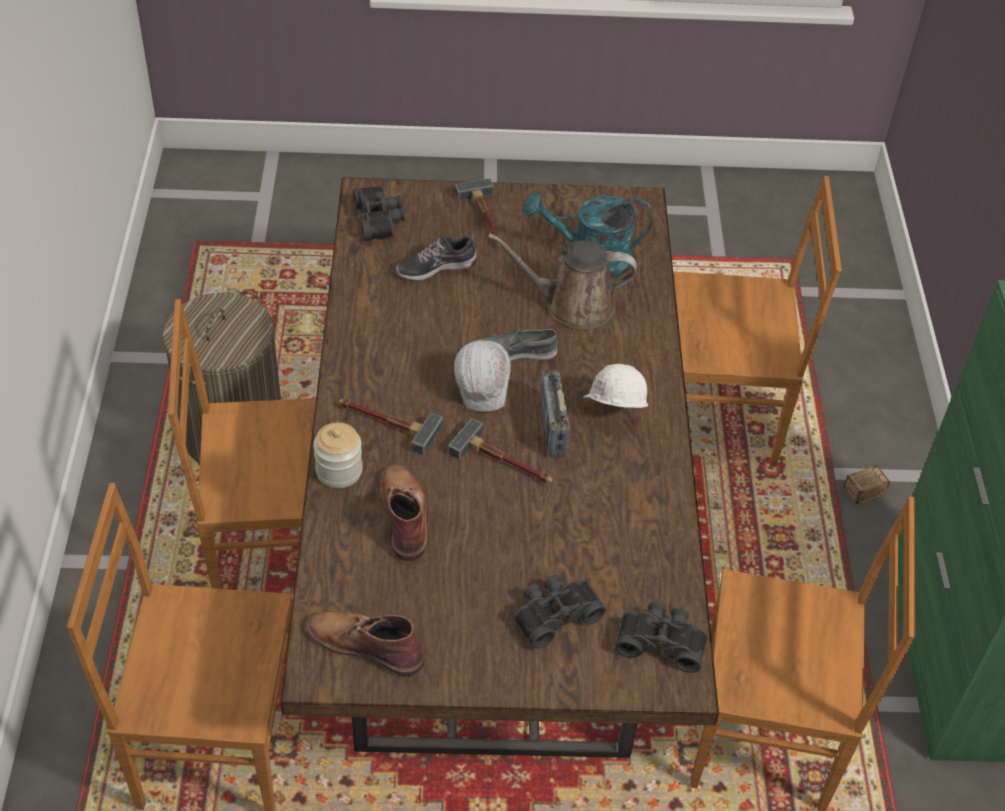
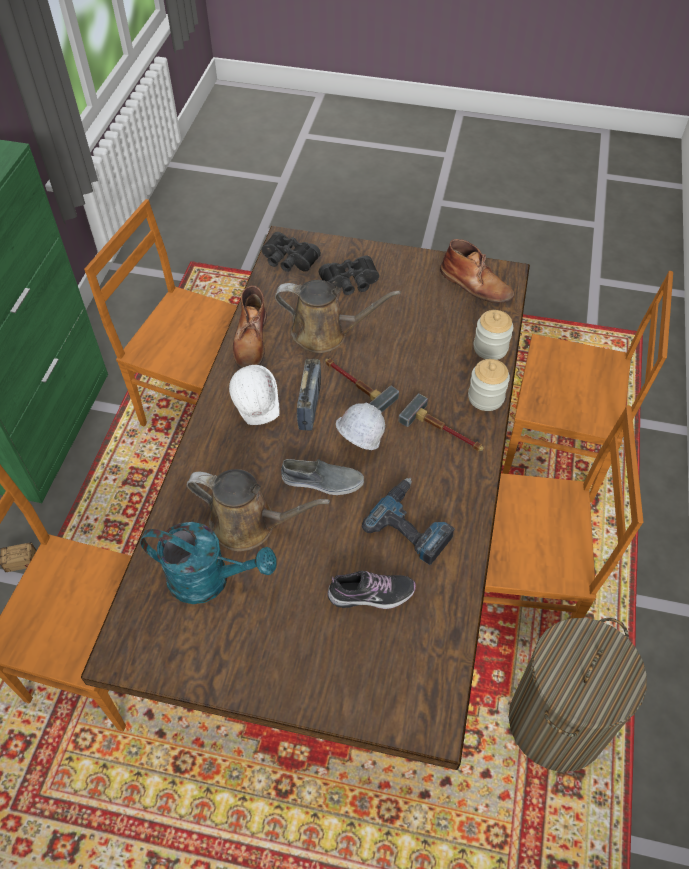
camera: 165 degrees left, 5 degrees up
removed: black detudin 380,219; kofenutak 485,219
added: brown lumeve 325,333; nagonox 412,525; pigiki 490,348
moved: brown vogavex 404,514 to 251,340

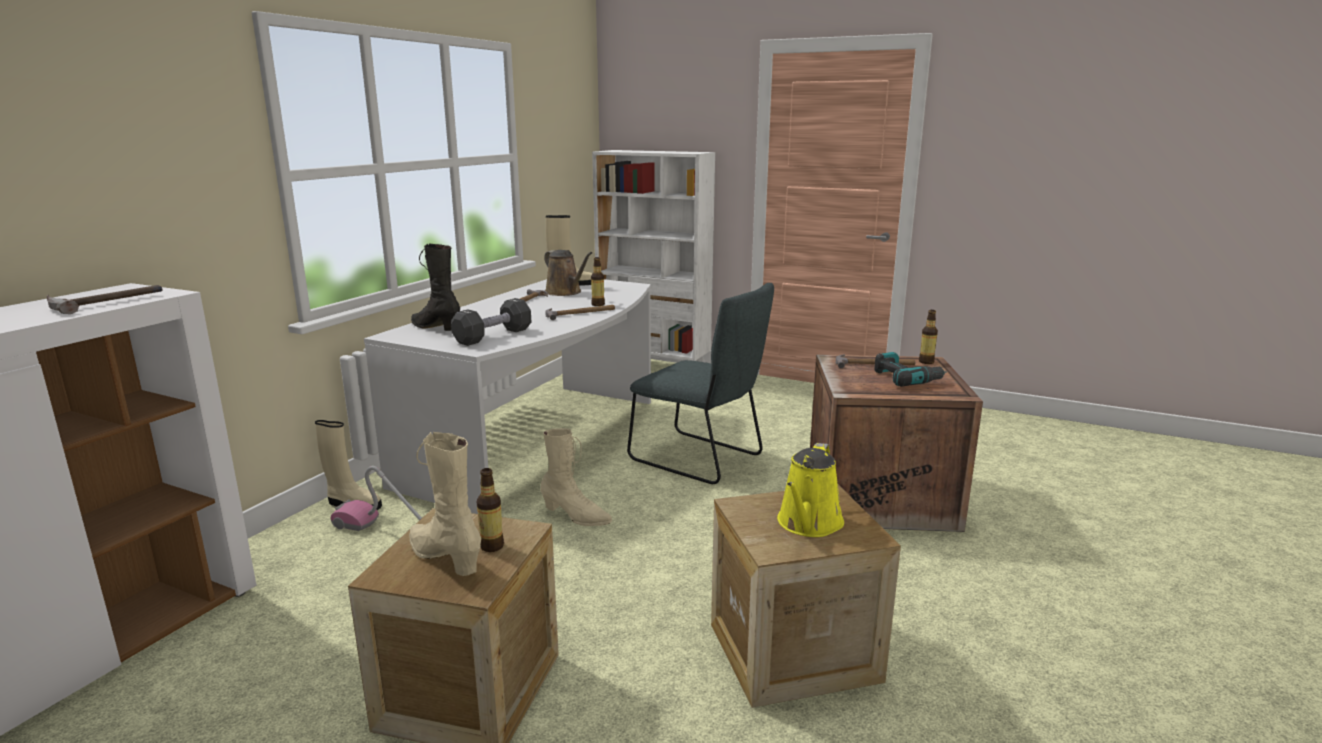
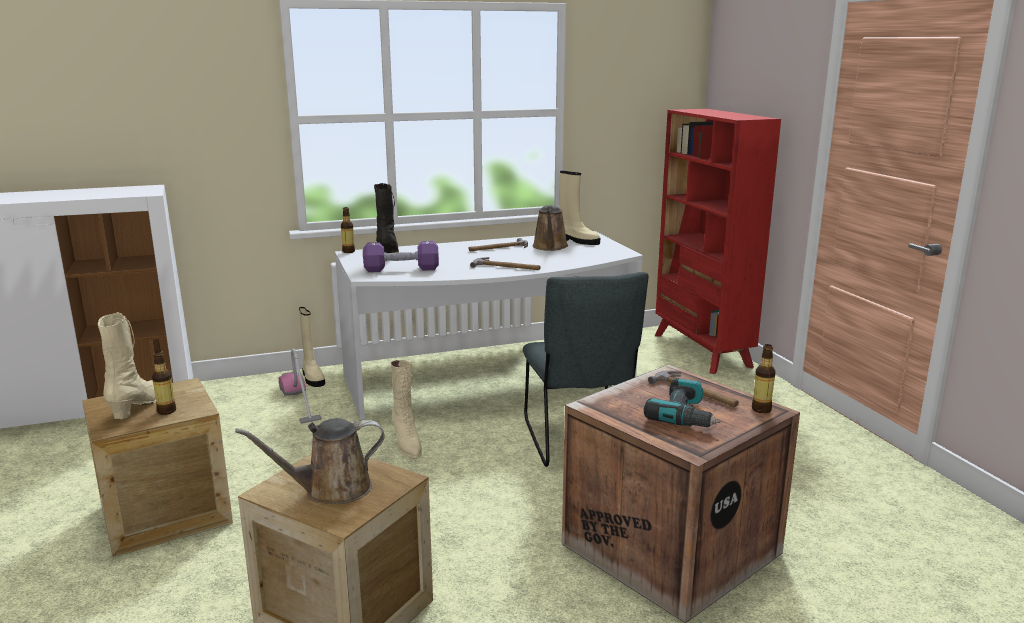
camera: 45 degrees right, 0 degrees up
removed: kofenutak 105,302
moved: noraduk 598,304 to 348,251
recoloured: yellow lumeve 808,524 to brown lumeve 331,490; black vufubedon 493,336 to purple vufubedon 401,269; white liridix 654,368 to red liridix 701,351

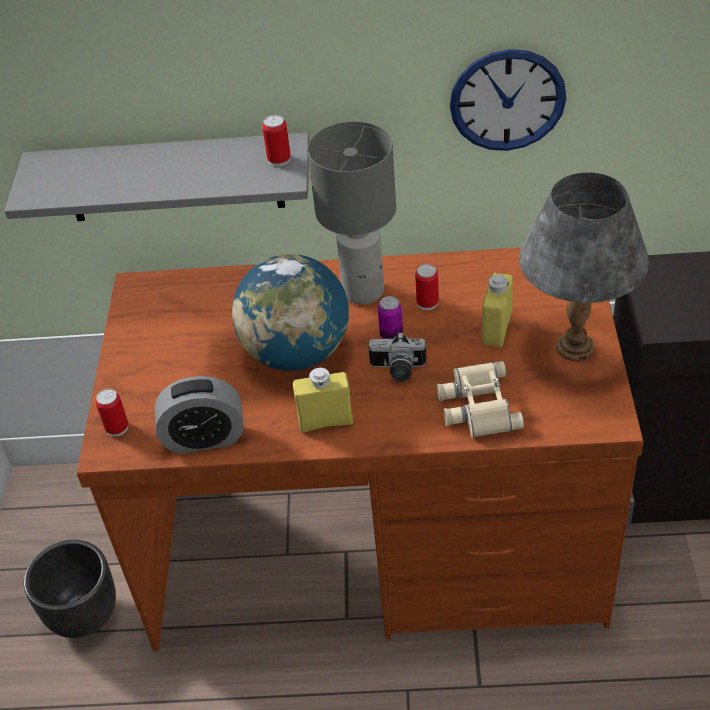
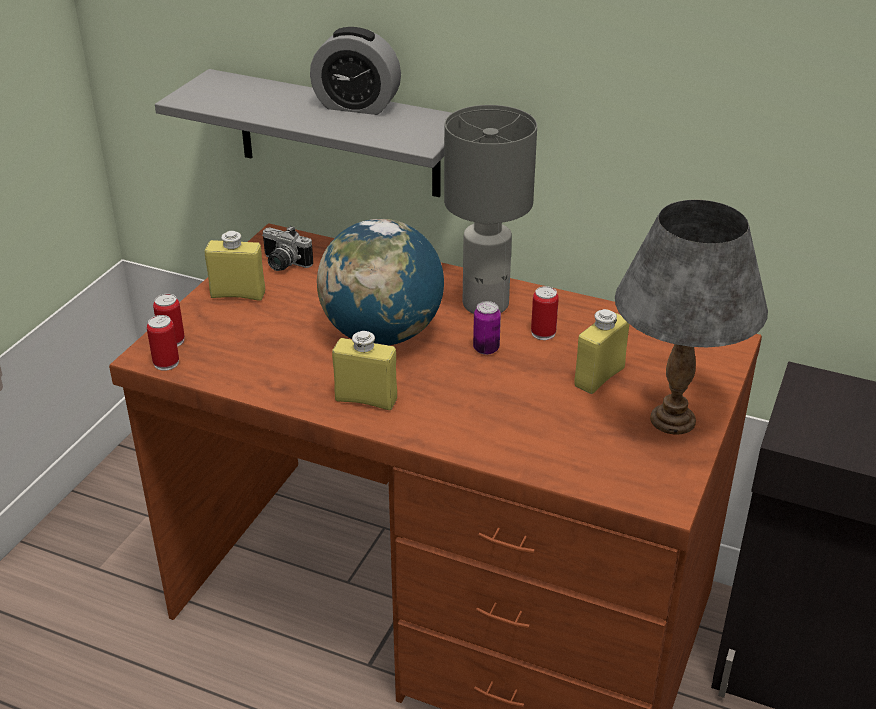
camera: 20 degrees right, 10 degrees down
removed: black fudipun 83,616; beige detudin 476,405; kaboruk 507,100
added: yellow noraduk 238,294
moved: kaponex 279,159 to 166,363; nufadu 397,370 to 283,264; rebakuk 204,438 to 357,106

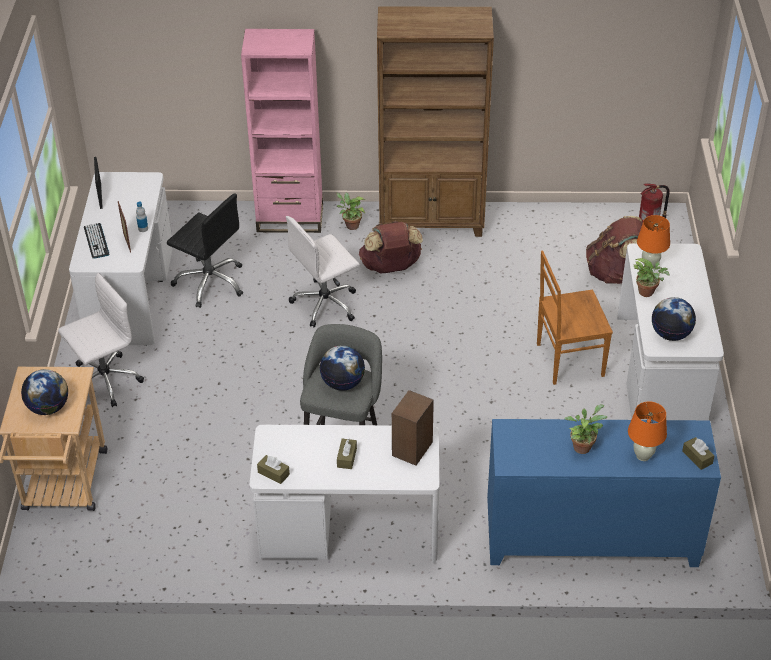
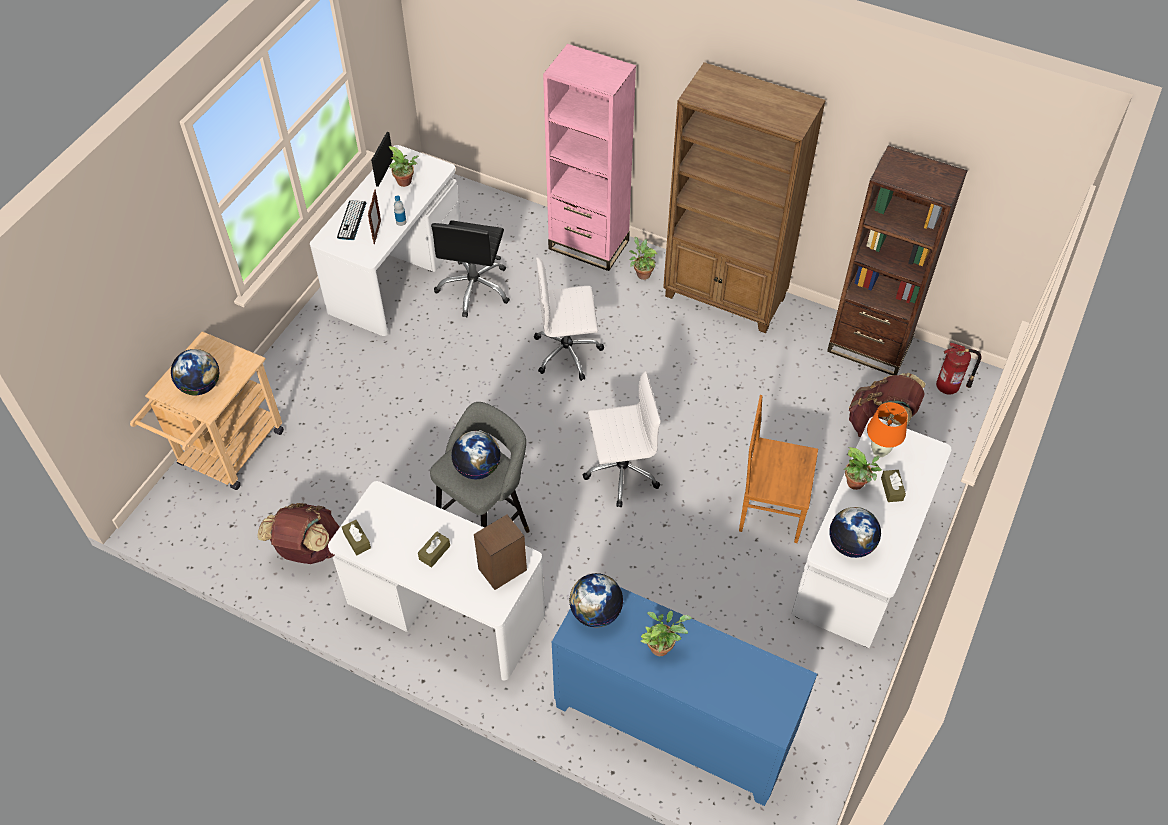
camera: 25 degrees right, 10 degrees up
removed: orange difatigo 643,456
added: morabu 405,183; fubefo 595,612; brown liridix 869,347
moved: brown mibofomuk 390,268 to 308,550; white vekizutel 104,381 to 620,472; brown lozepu 697,457 to 891,489
turned: black vekizutel 210,282 = 474,288 45 degrees clockwise

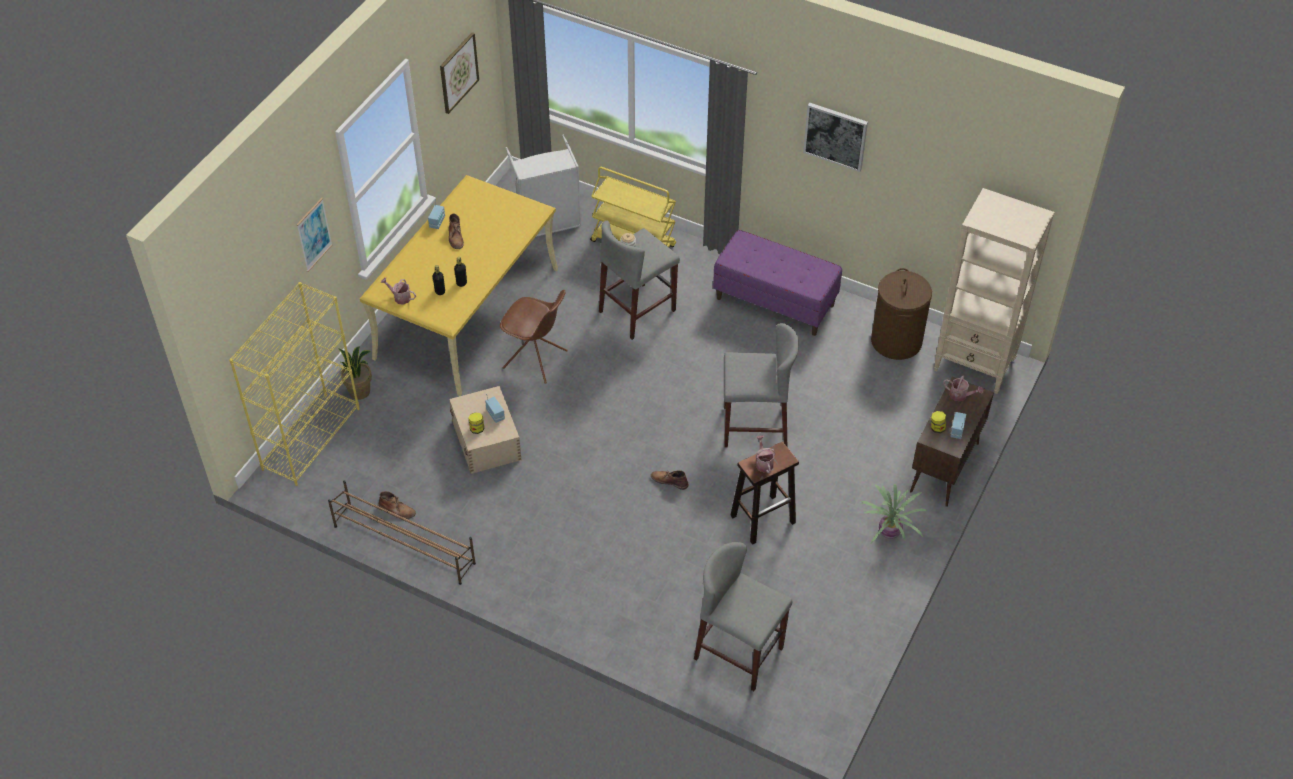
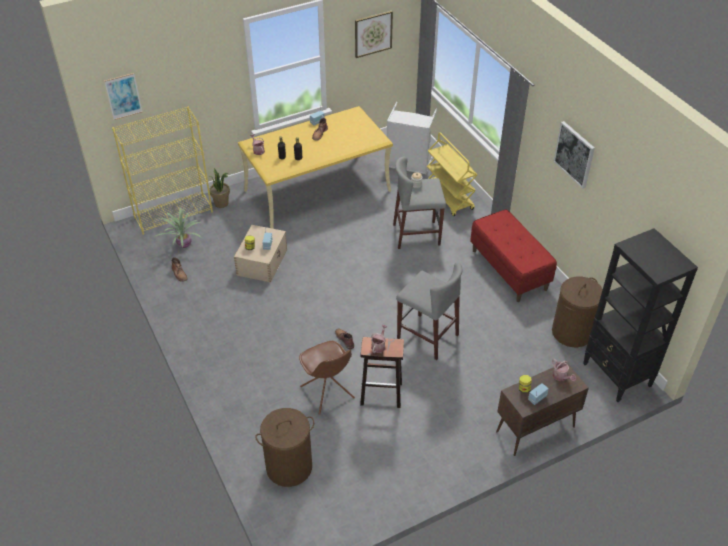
camera: 35 degrees right, 5 degrees down
removed: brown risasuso 404,544
moved: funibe 314,234 to 123,96; morabu 888,532 to 183,244; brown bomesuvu 536,360 to 327,393
replaced: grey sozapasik 739,653 to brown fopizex 289,467
recoloured: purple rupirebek 775,301 to red rupirebek 509,270; beige liridix 975,365 to black liridix 617,375

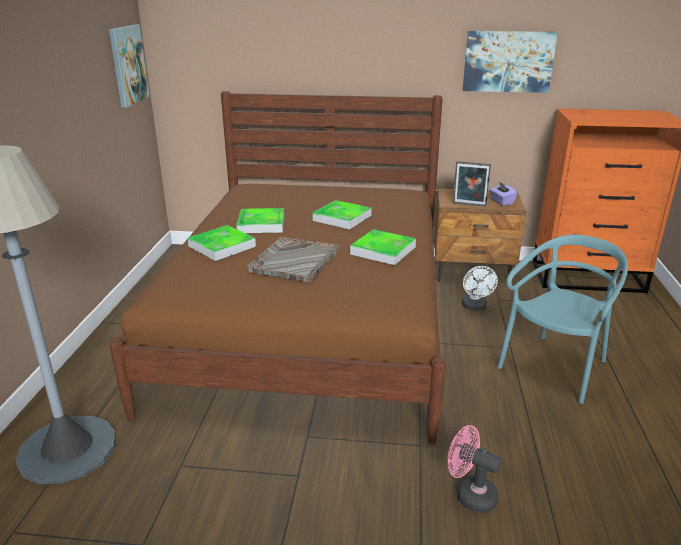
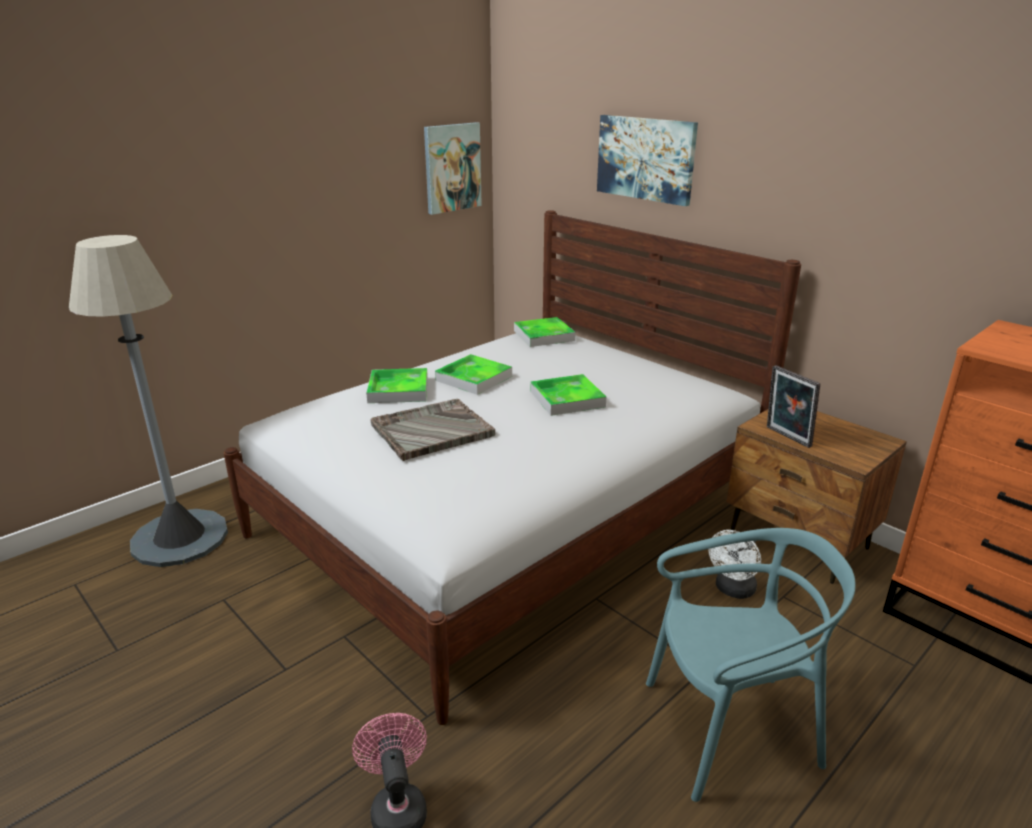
camera: 40 degrees right, 0 degrees up
removed: purple lozepu 501,202
moved: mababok 383,250 to 544,335; funibe 508,61 to 645,158
recoloured: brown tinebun 310,322 to white tinebun 510,517

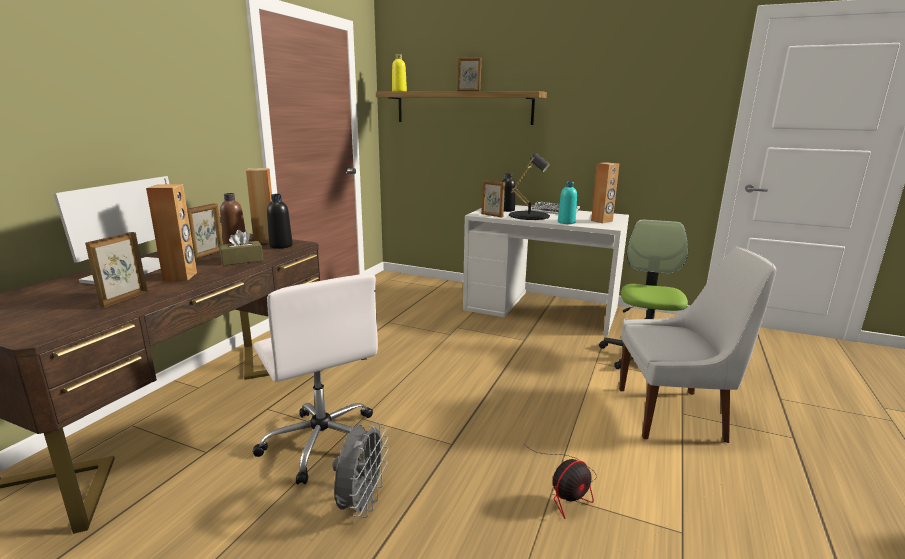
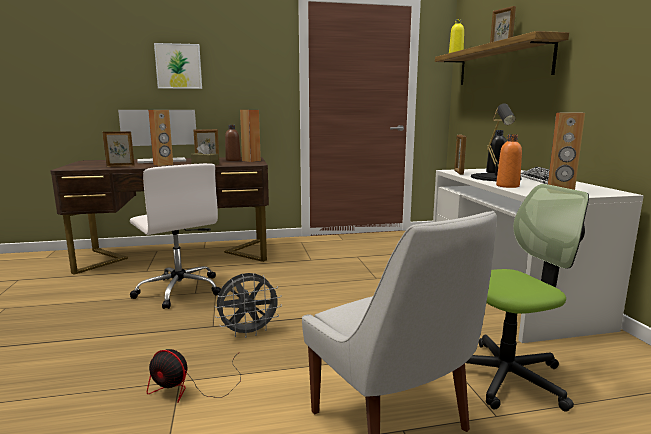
camera: 55 degrees right, 5 degrees down
removed: black noraduk 281,246
added: funibe 178,66
moved: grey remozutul 361,503 to 249,332
recoloured: turquoise noraduk 566,222 to orange noraduk 507,186
turned: white vekizutel 322,441 = 179,290 60 degrees counterclockwise

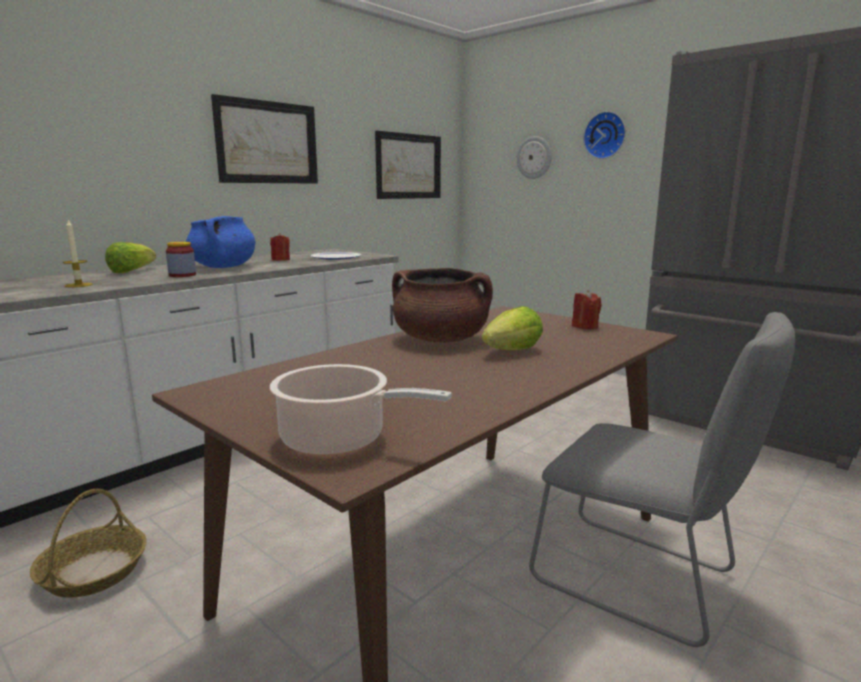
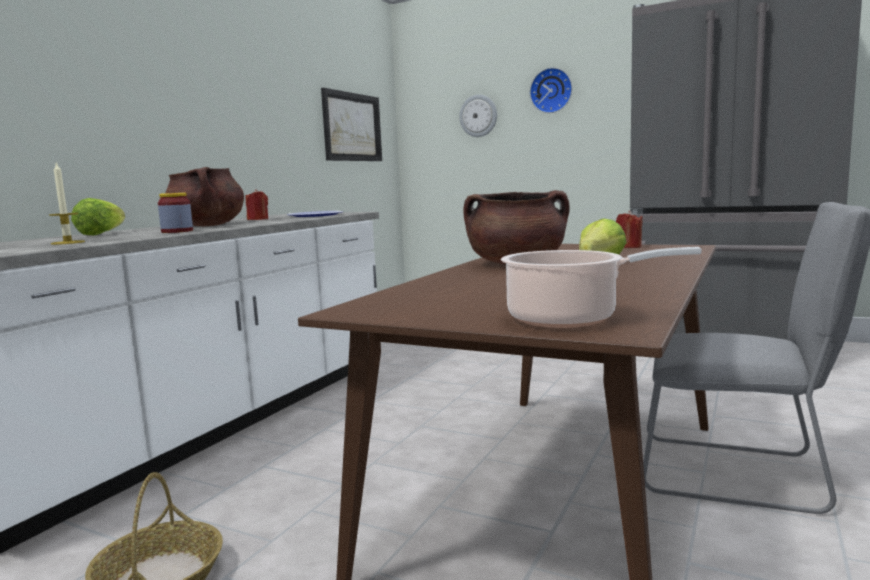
camera: 15 degrees left, 5 degrees down
removed: funibe 267,142
recoloured: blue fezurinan 223,267 to brown fezurinan 207,226

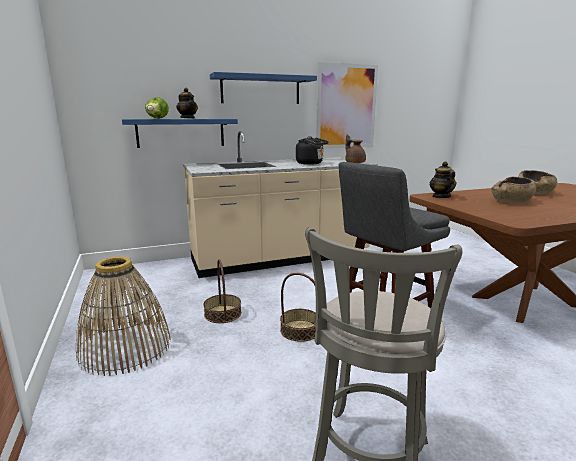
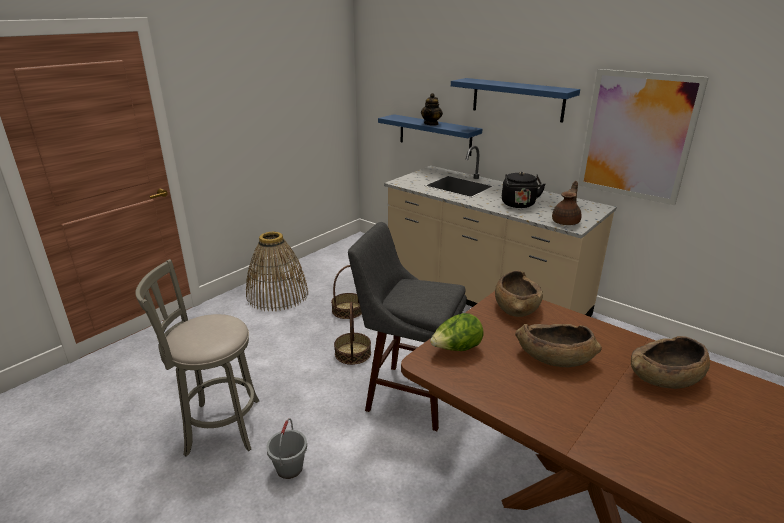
camera: 60 degrees right, 10 degrees up
added: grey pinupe 289,468
moved: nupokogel 157,118 to 456,349
replaced: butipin 441,197 to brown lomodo 516,306

